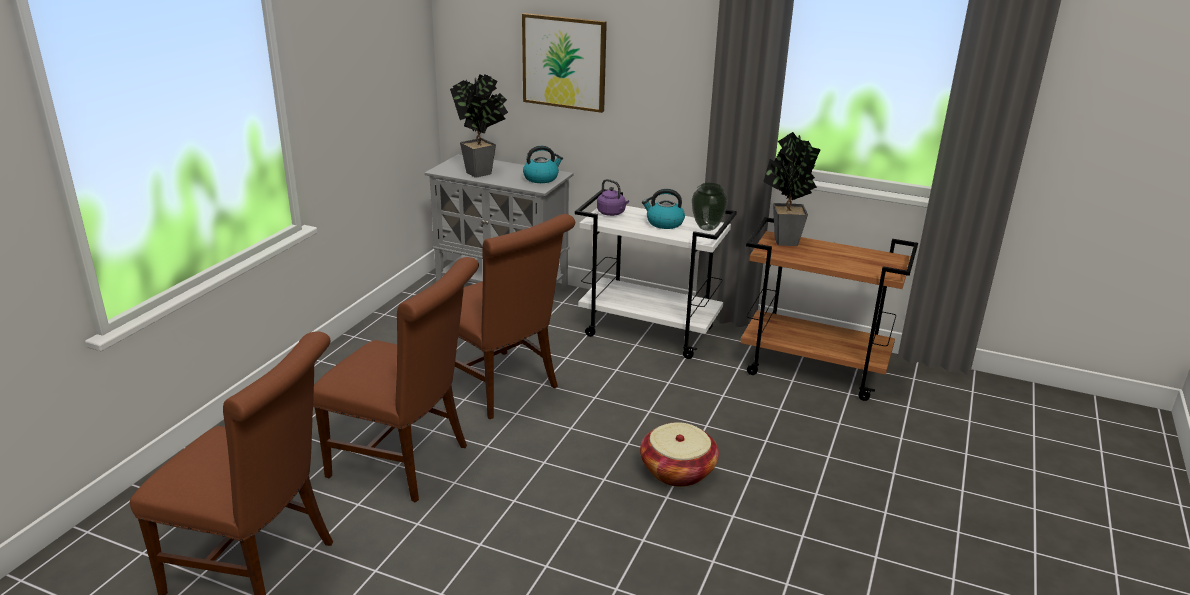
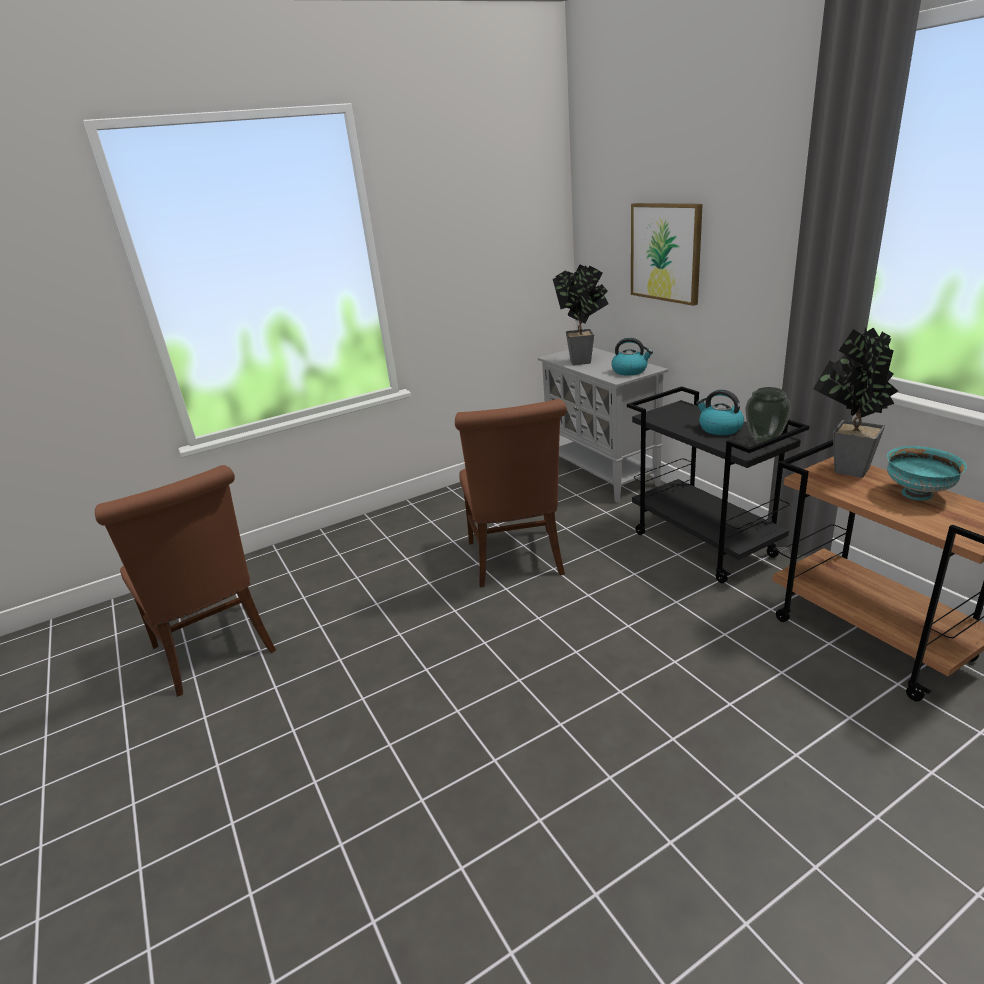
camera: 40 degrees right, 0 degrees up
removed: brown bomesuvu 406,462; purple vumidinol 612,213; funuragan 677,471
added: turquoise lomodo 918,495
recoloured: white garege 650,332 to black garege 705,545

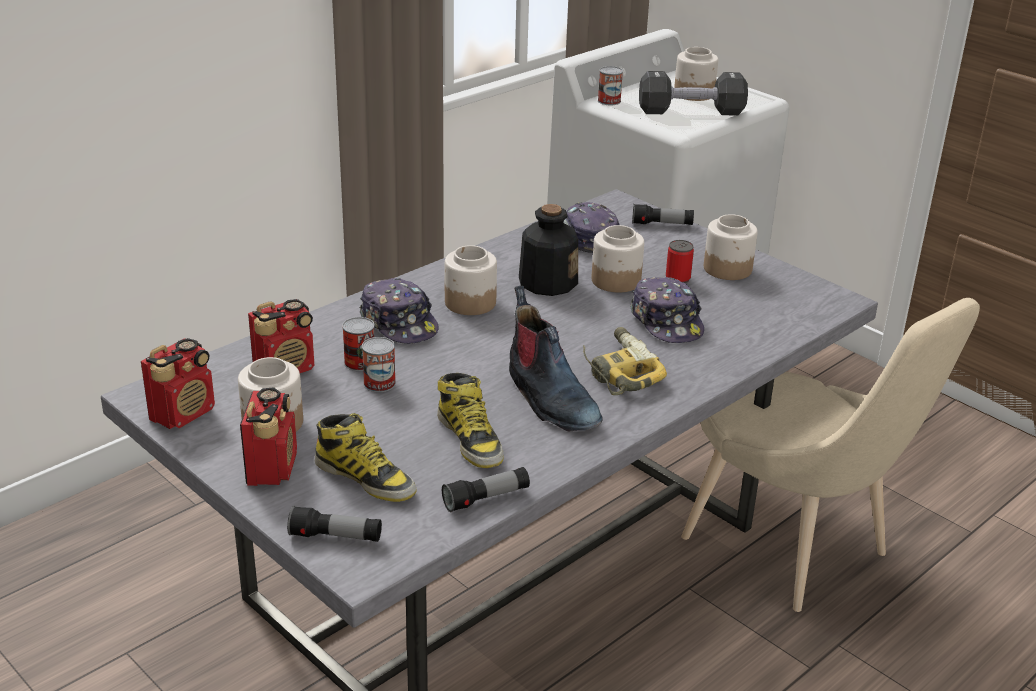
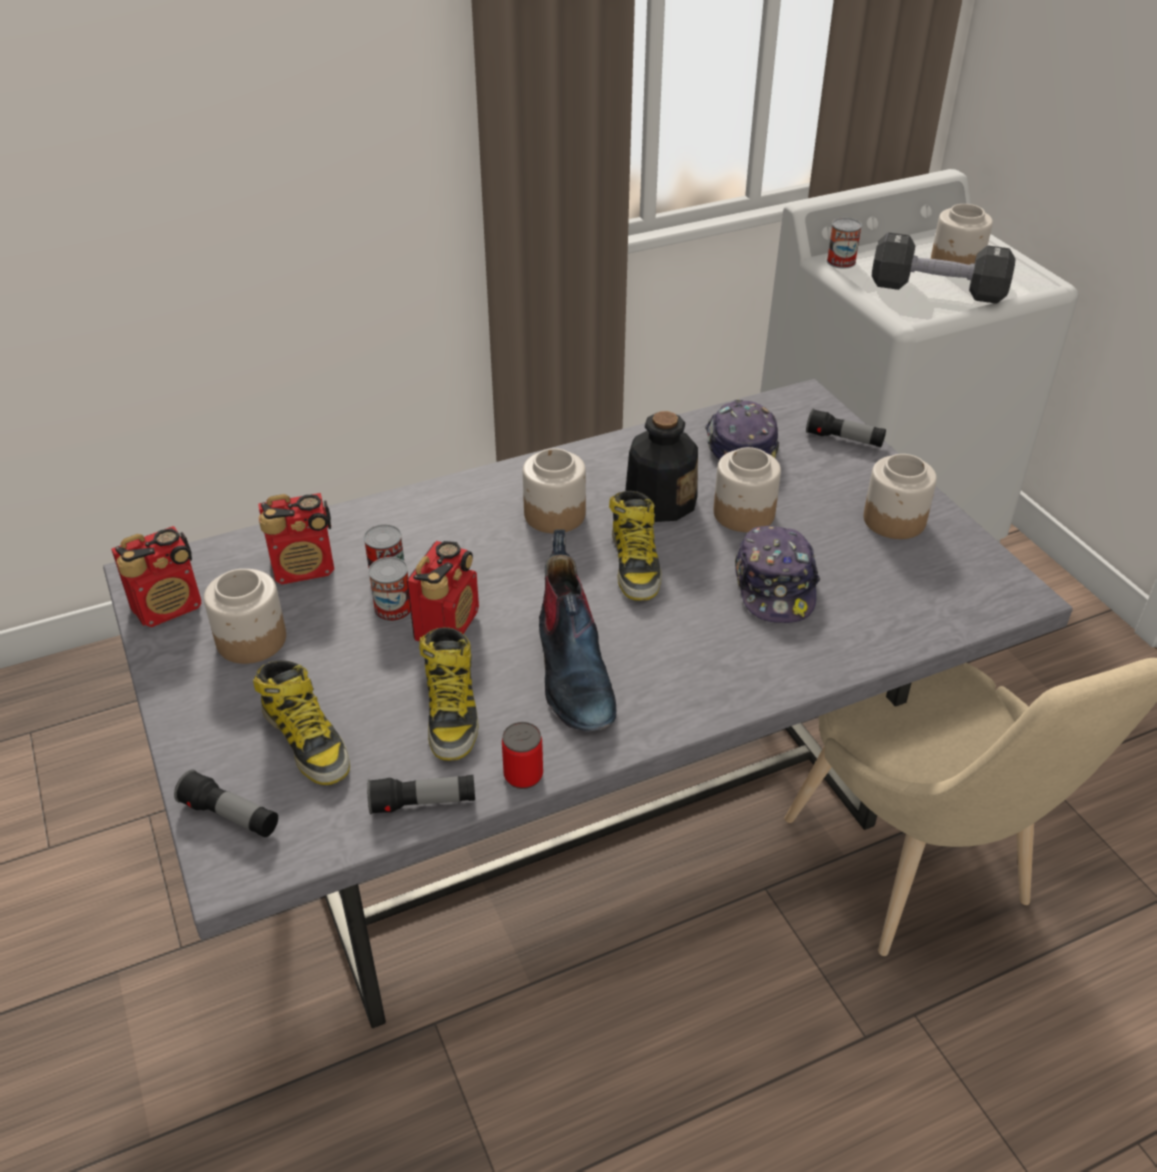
camera: 20 degrees right, 10 degrees up
removed: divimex 399,323; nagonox 617,371
added: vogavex 635,564
moved: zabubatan 272,467 to 447,624; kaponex 677,278 to 523,775

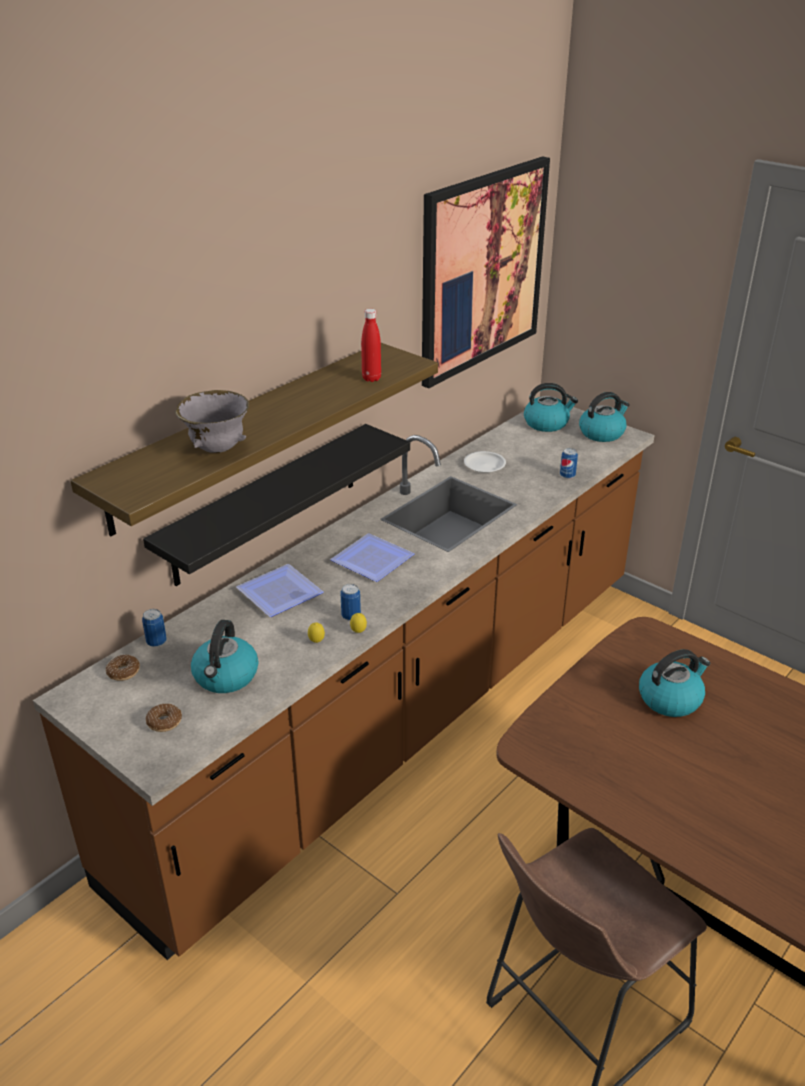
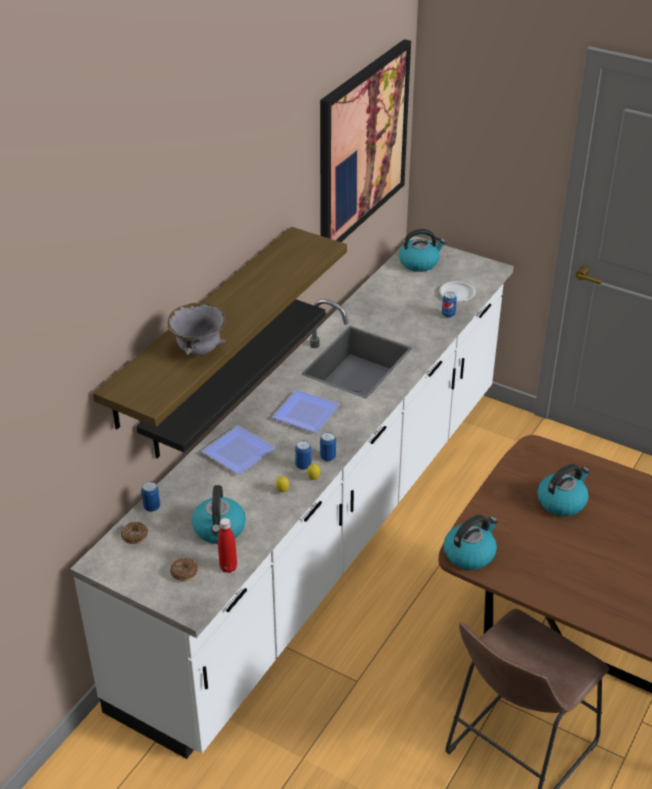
camera: 10 degrees left, 5 degrees up
added: kaponex 328,457
moved: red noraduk 371,378 to 228,567; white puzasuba 484,465 to 456,294; vumidinol 602,433 to 469,554
recoloured: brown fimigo 402,716 to white fimigo 325,535

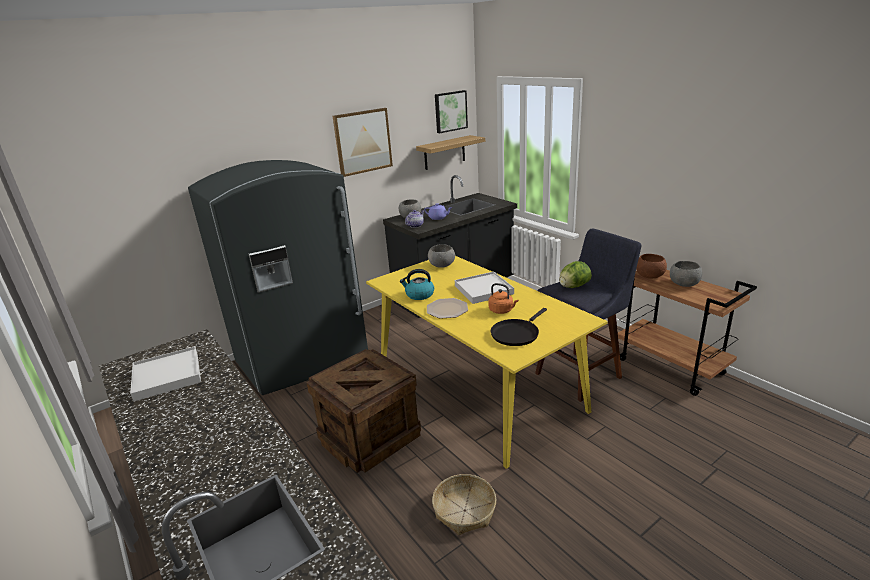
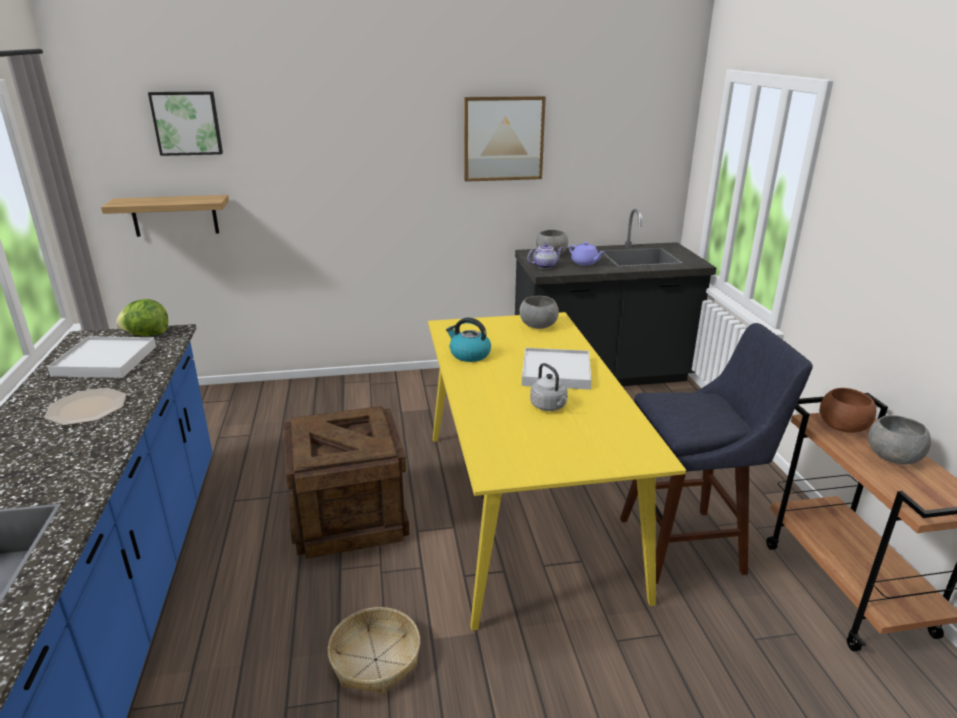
camera: 25 degrees right, 0 degrees up
removed: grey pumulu 303,358; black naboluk 516,333
moved: puzasuba 447,309 to 88,408; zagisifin 444,152 to 175,215; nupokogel 573,286 to 147,335; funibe 450,111 to 187,123
recoloured: orange vumidinol 502,310 to grey vumidinol 549,406

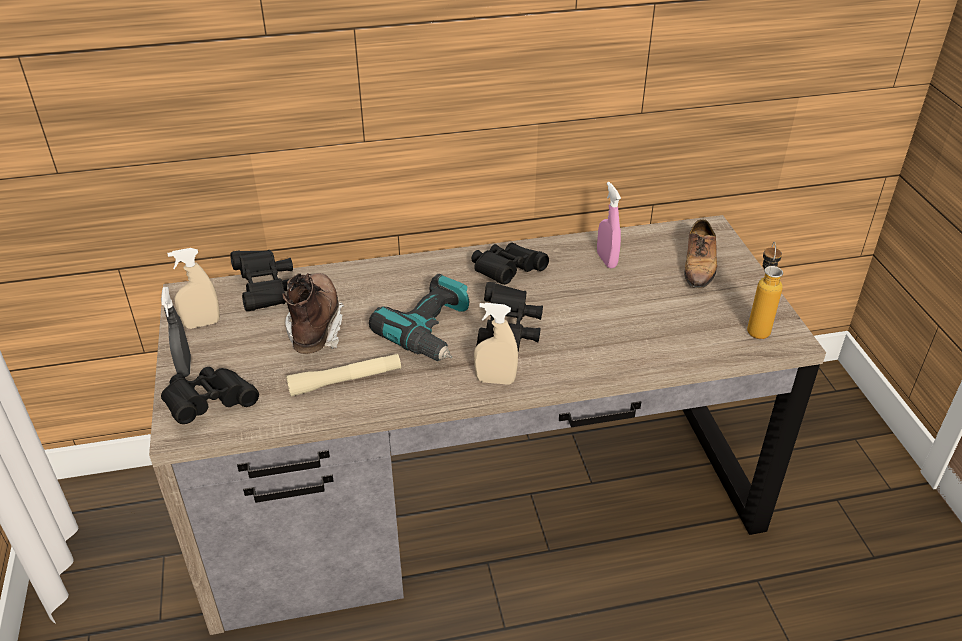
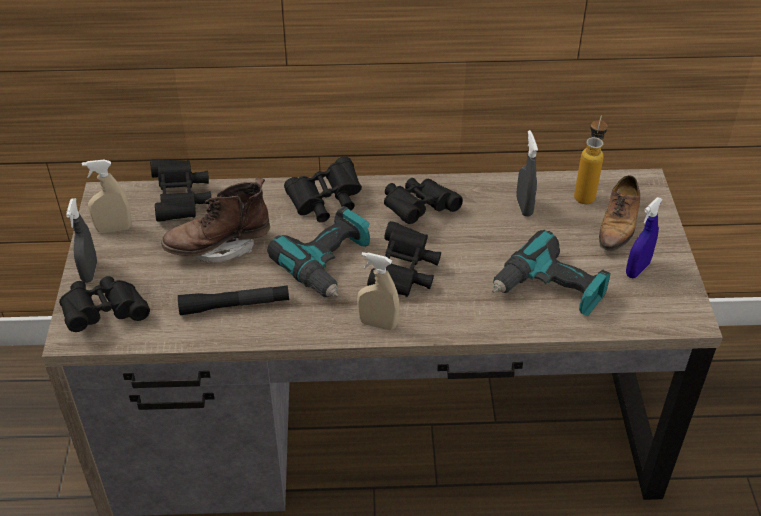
camera: 10 degrees right, 5 degrees up
added: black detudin 325,202; nagonox 549,290; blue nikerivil 637,269
moved: noraduk 757,326 to 586,192
recoloured: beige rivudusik 345,381 to black rivudusik 235,305; pink nikerivil 606,260 to grey nikerivil 524,207
turned: brown vogavex 316,328 = 219,246 120 degrees counterclockwise

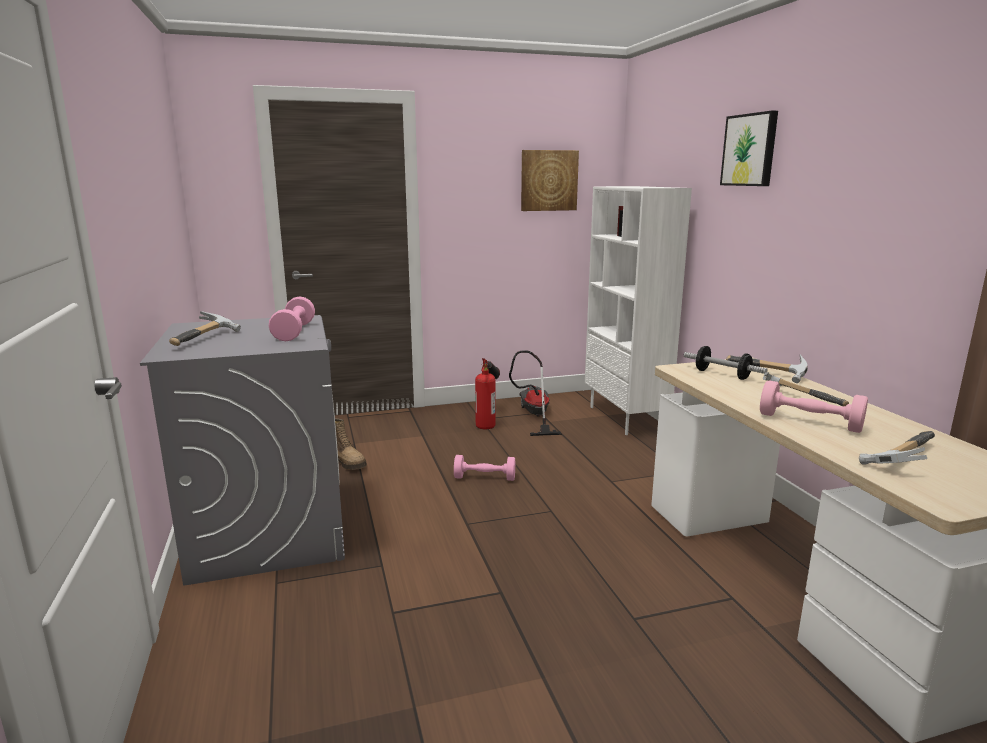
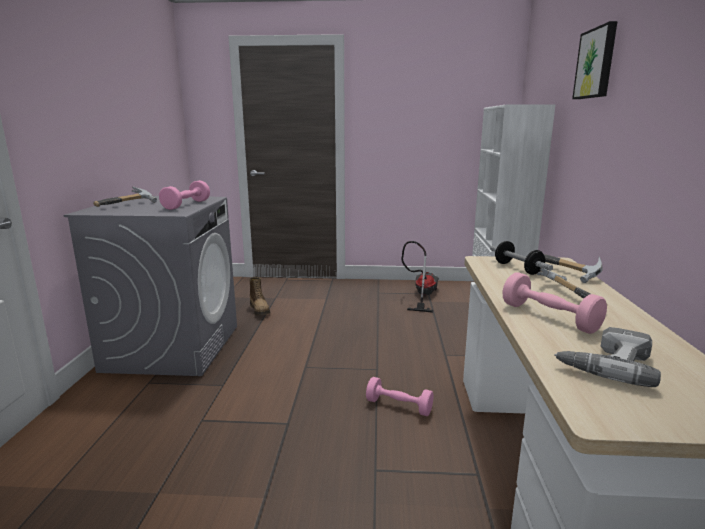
camera: 20 degrees right, 0 degrees up
removed: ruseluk 488,419; funibe 548,180
moved: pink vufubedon 484,478 to 399,406
replaced: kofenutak 899,457 to nagonox 605,363

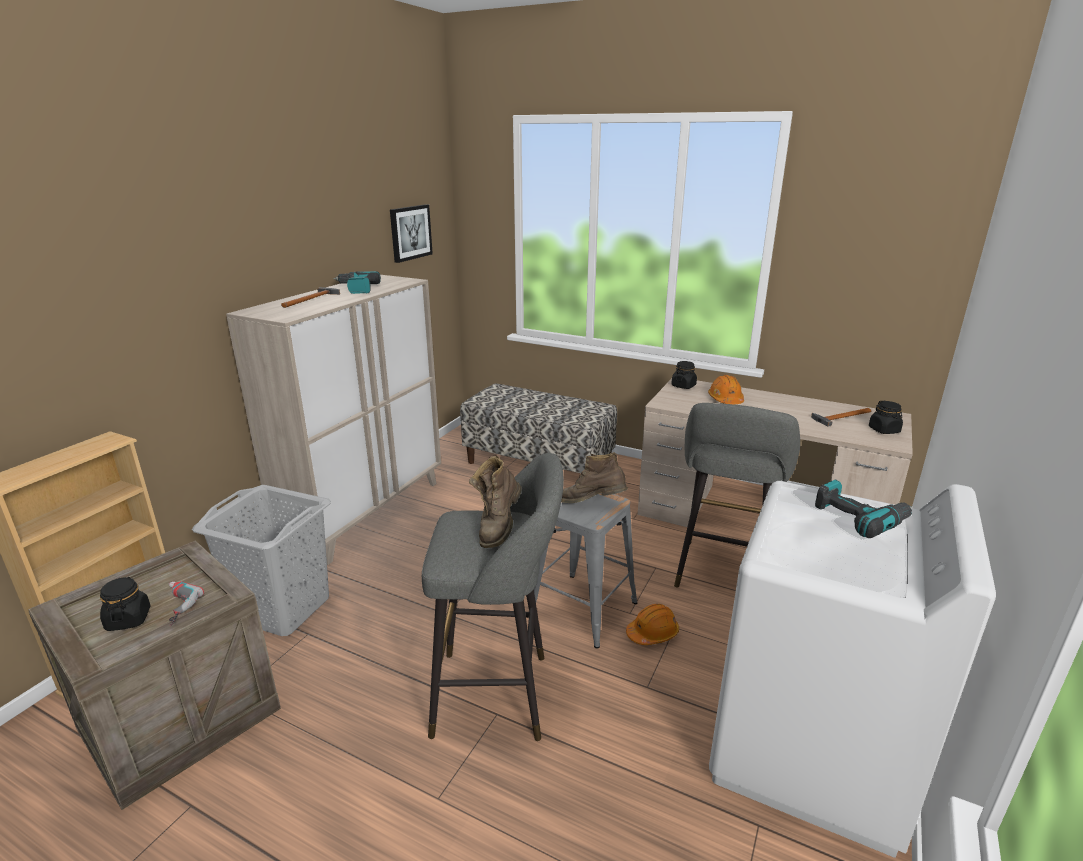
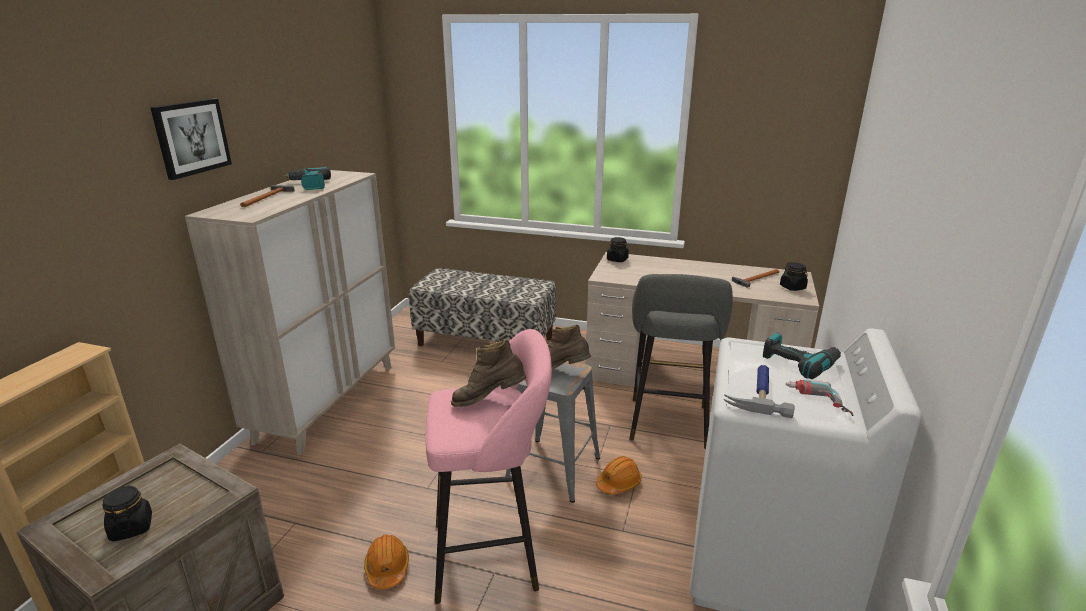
camera: 10 degrees left, 0 degrees up
removed: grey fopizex 283,608
added: kofenutak 757,393
moved: funibe 410,232 to 191,137; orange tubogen 725,400 to 387,568; nagonox 173,606 to 816,402
recoloured: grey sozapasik 499,694 to pink sozapasik 492,555
turned: brown vogavex 498,528 = 489,401 75 degrees clockwise

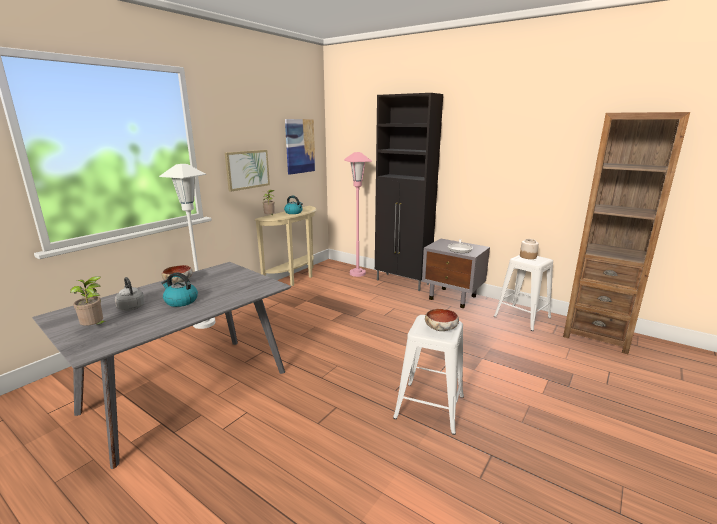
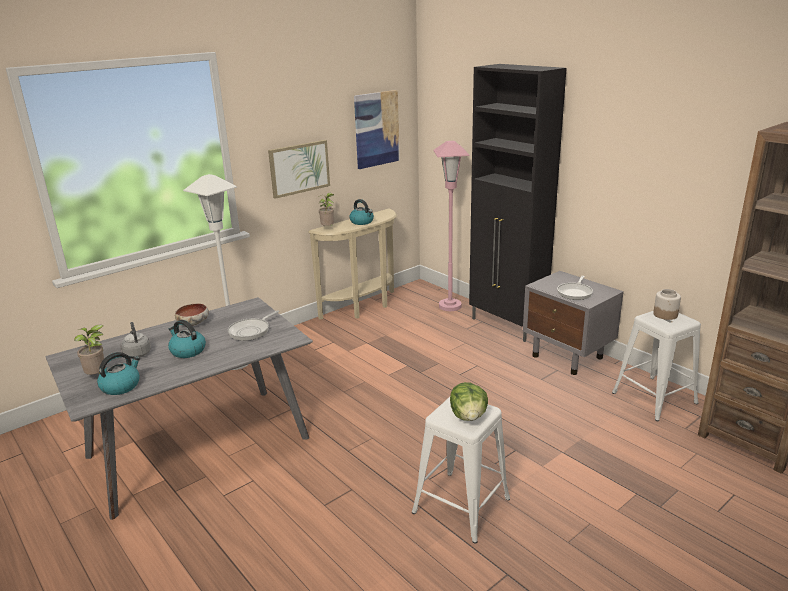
camera: 15 degrees right, 5 degrees up
added: vumidinol 121,386; naboluk 251,331
replaced: lomodo 441,328 to nupokogel 469,416

